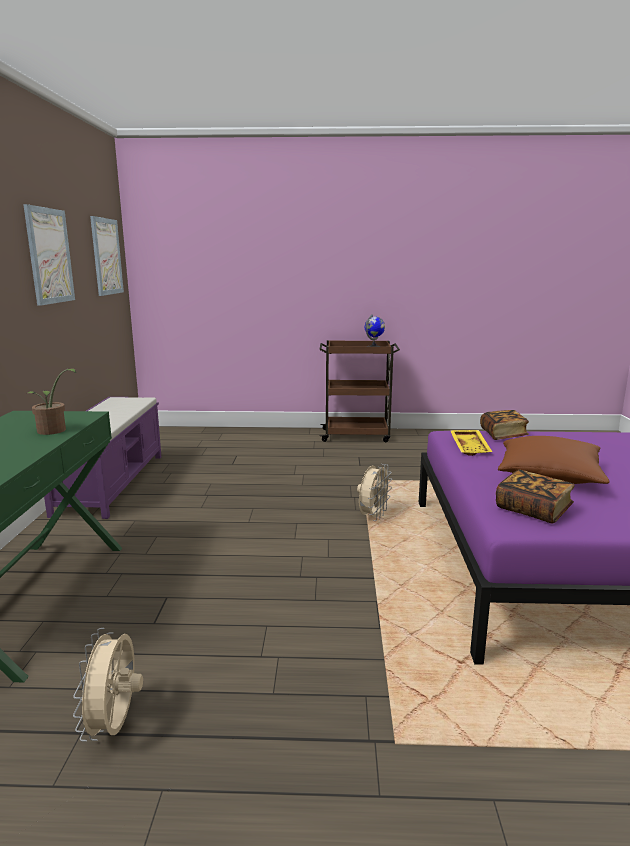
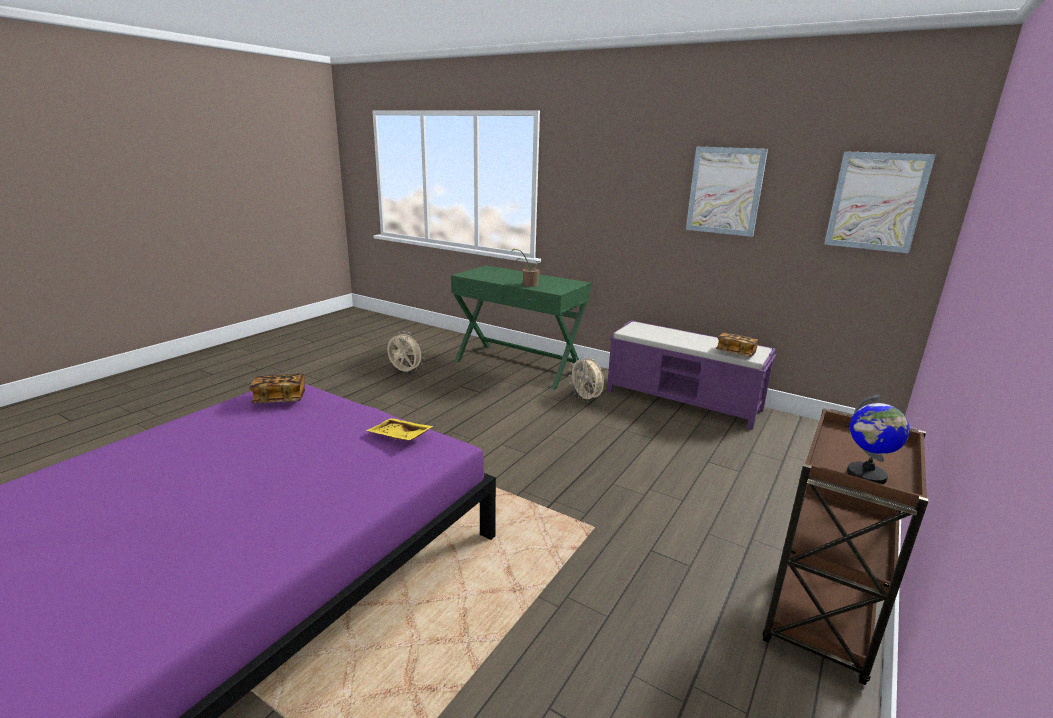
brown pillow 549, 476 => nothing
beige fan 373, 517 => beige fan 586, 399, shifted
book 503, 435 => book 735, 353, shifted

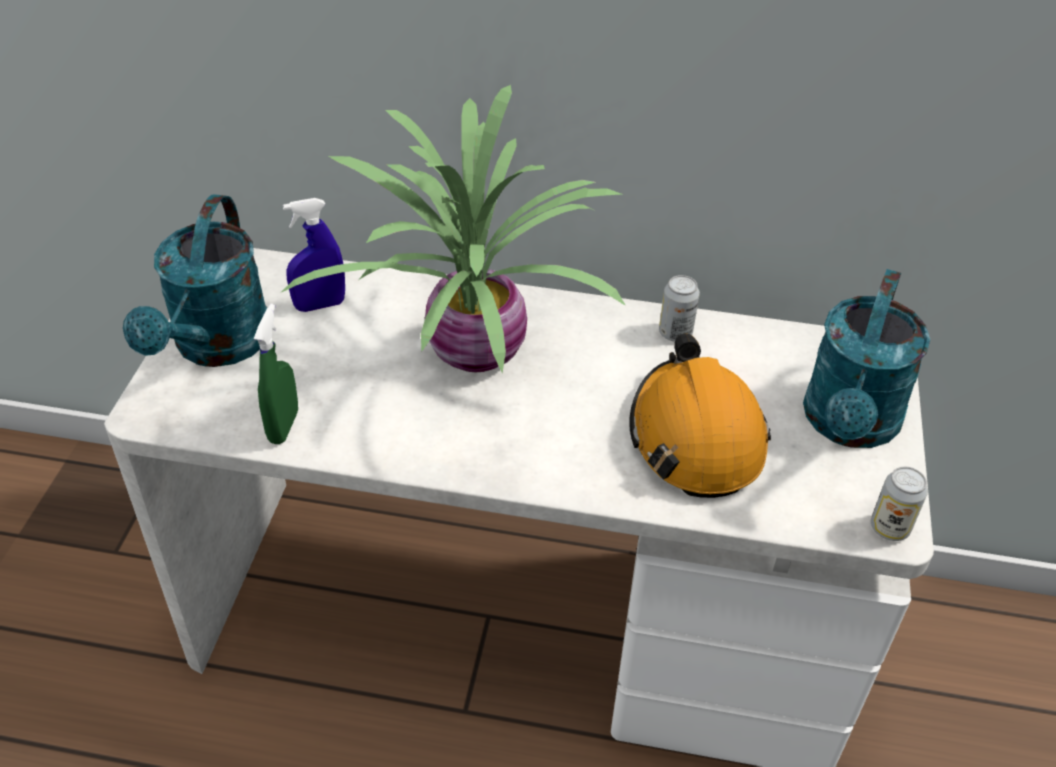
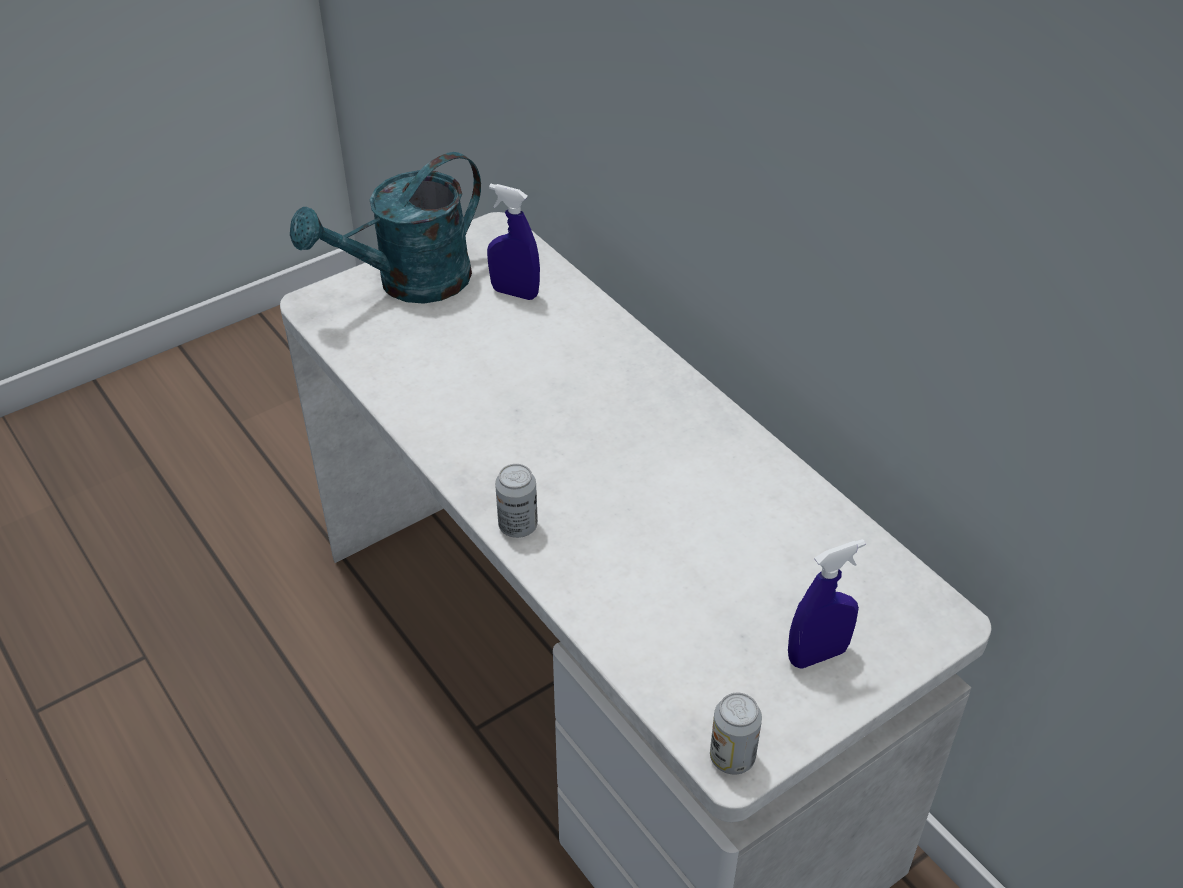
green spray bottle 283, 426 => nothing
potted plant 470, 351 => nothing
orange hard hat 696, 436 => nothing
can 675, 333 => can 518, 526, shifted
turquoise watering can 849, 425 => blue spray bottle 817, 655

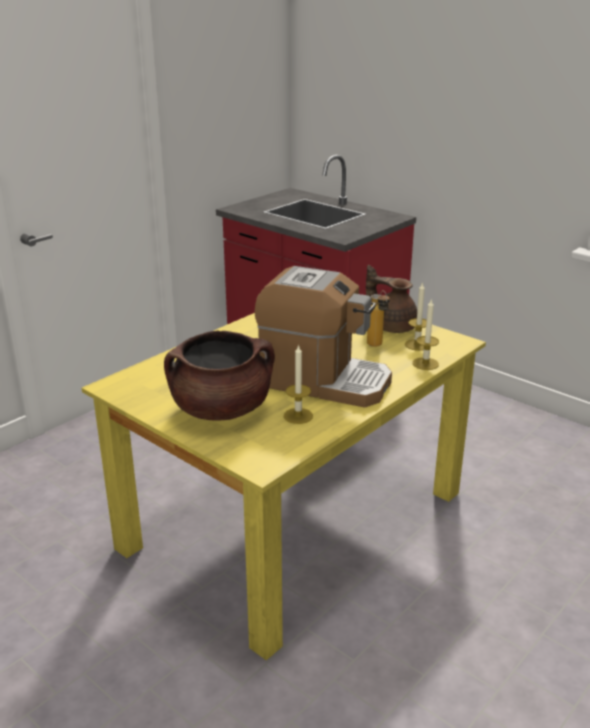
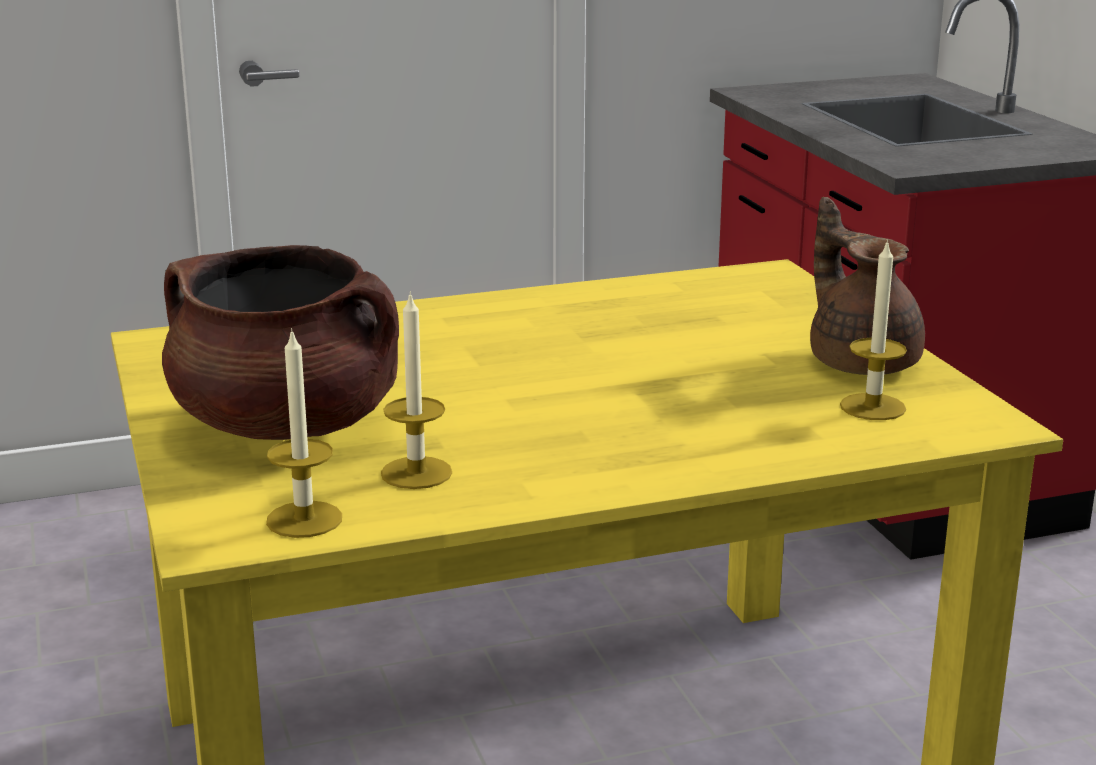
coffee machine 324, 381 => nothing
bottle 377, 346 => nothing
candle 425, 364 => candle 304, 519, shifted

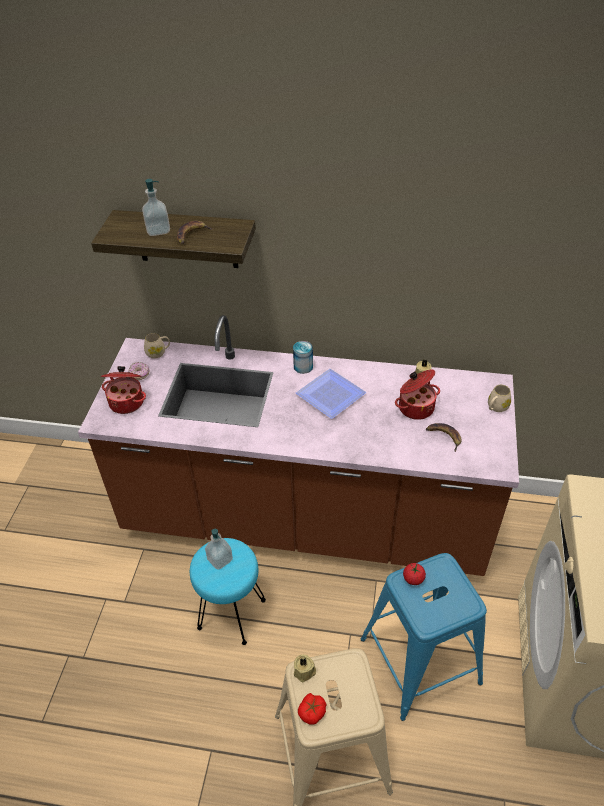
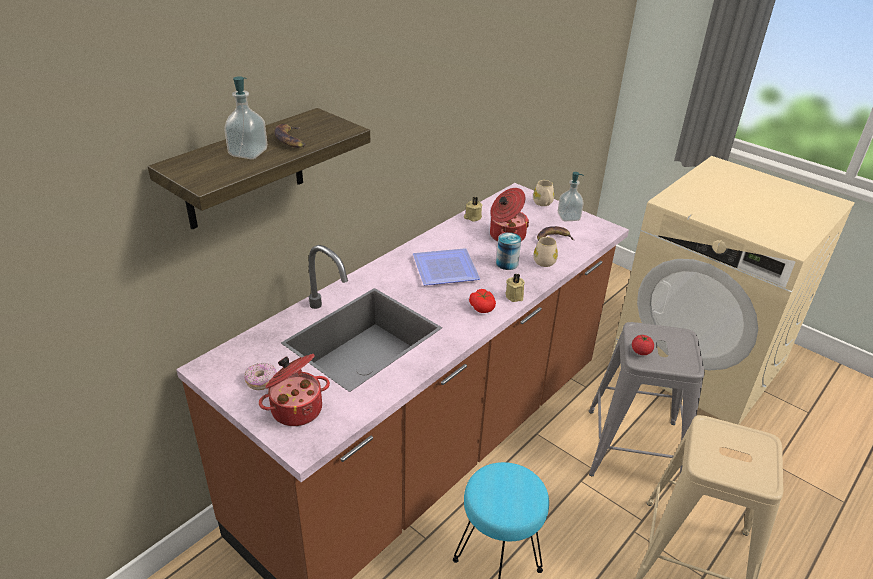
beige mug 158, 352 => beige mug 544, 260, shifted
soap dispenser 220, 559 => soap dispenser 568, 217, shifted
can 303, 366 => can 507, 263, shifted
beige candle 305, 672 => beige candle 515, 296, shifted
tomato 312, 712 => tomato 482, 307, shifted
blue stool 420, 660 => grey stool 633, 447

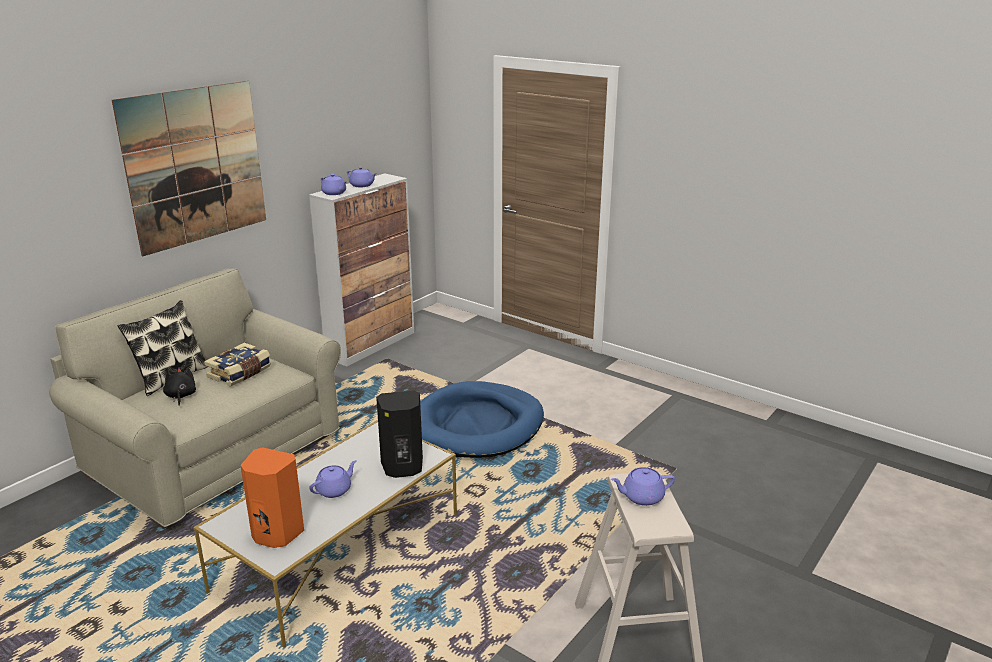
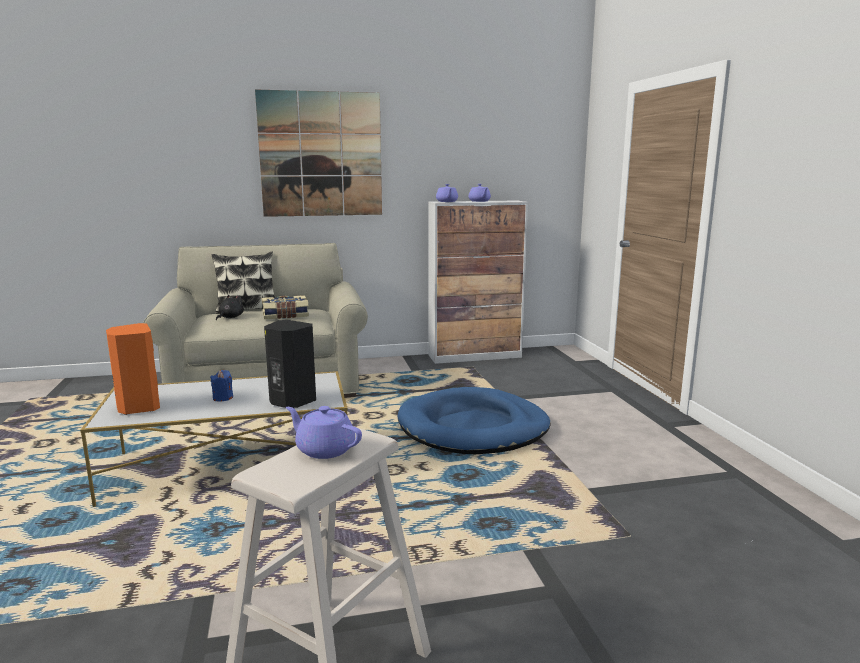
purple teapot 334, 490 => blue candle 223, 398

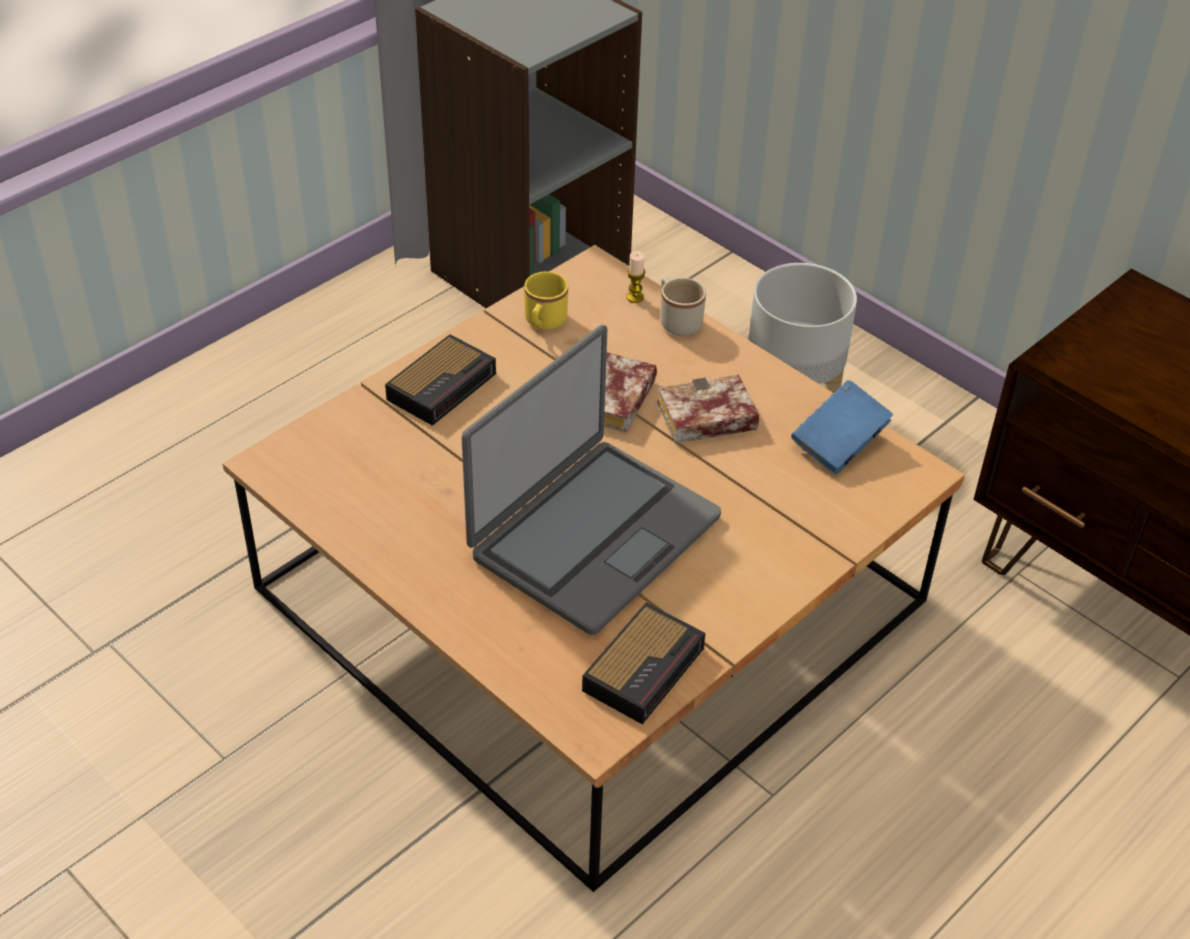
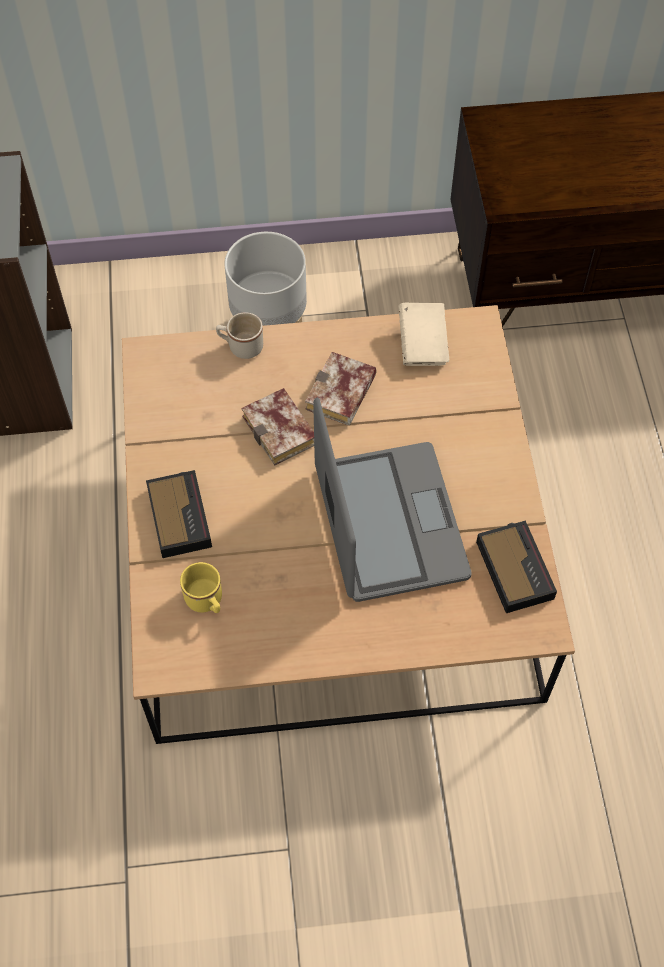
candle 635, 297 => nothing
yellow mug 543, 323 => yellow mug 206, 601, shifted
blue book 839, 444 => beige book 422, 344

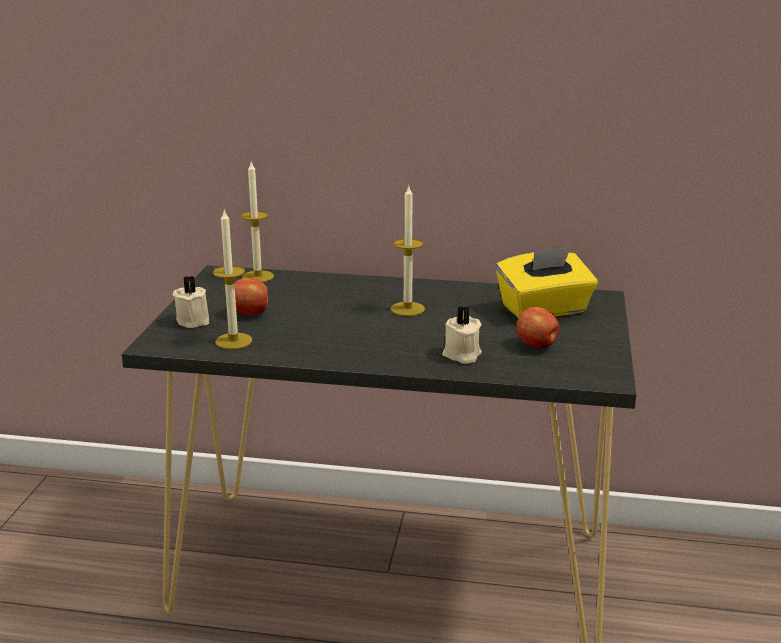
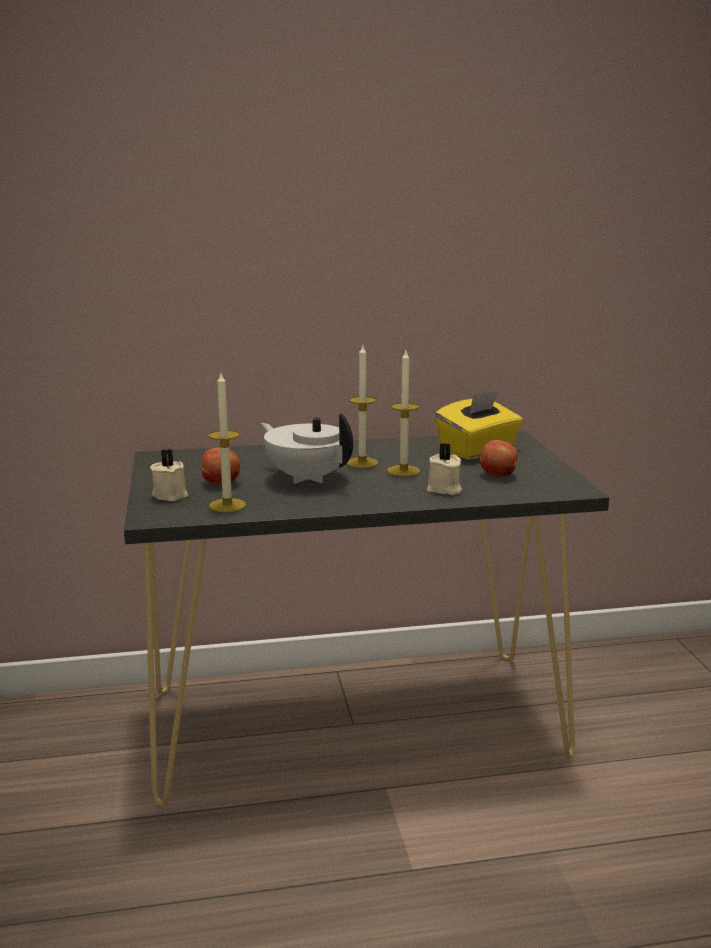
nothing => white teapot 307, 477
candle 258, 276 => candle 403, 471, shifted

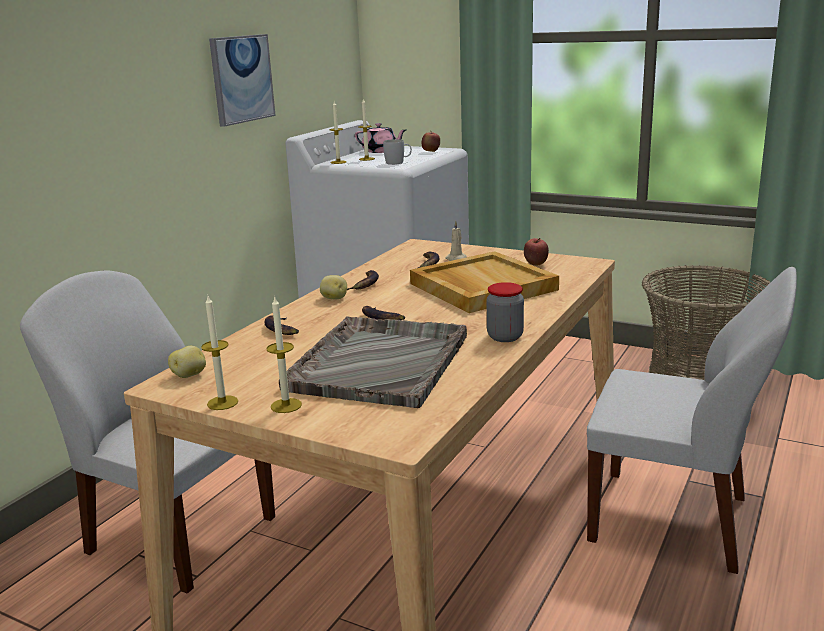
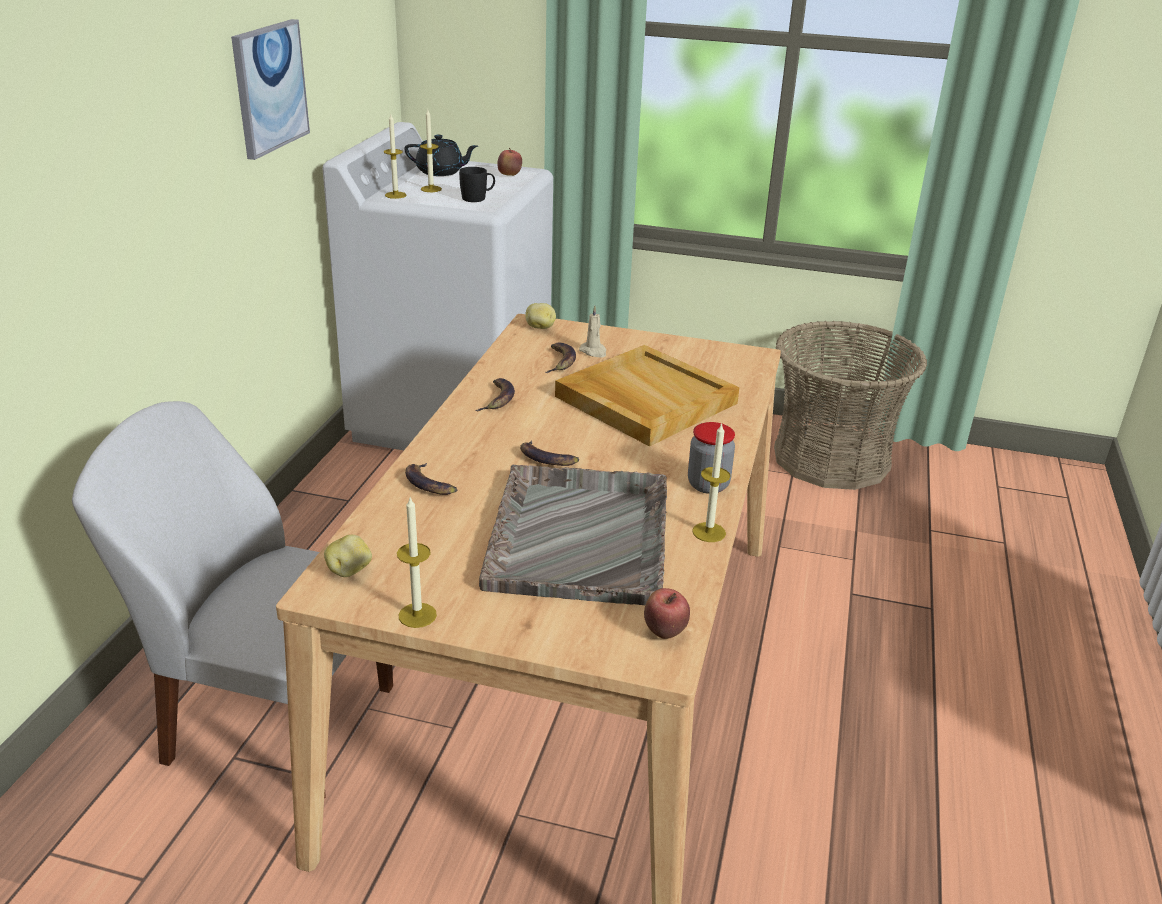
white chair 674, 521 => nothing
candle 286, 405 => candle 709, 532, shifted
potato 334, 298 => potato 540, 327, shifted
apple 535, 264 => apple 664, 632, shifted
pink teapot 380, 151 => black teapot 441, 172
white mug 398, 162 => black mug 478, 198

